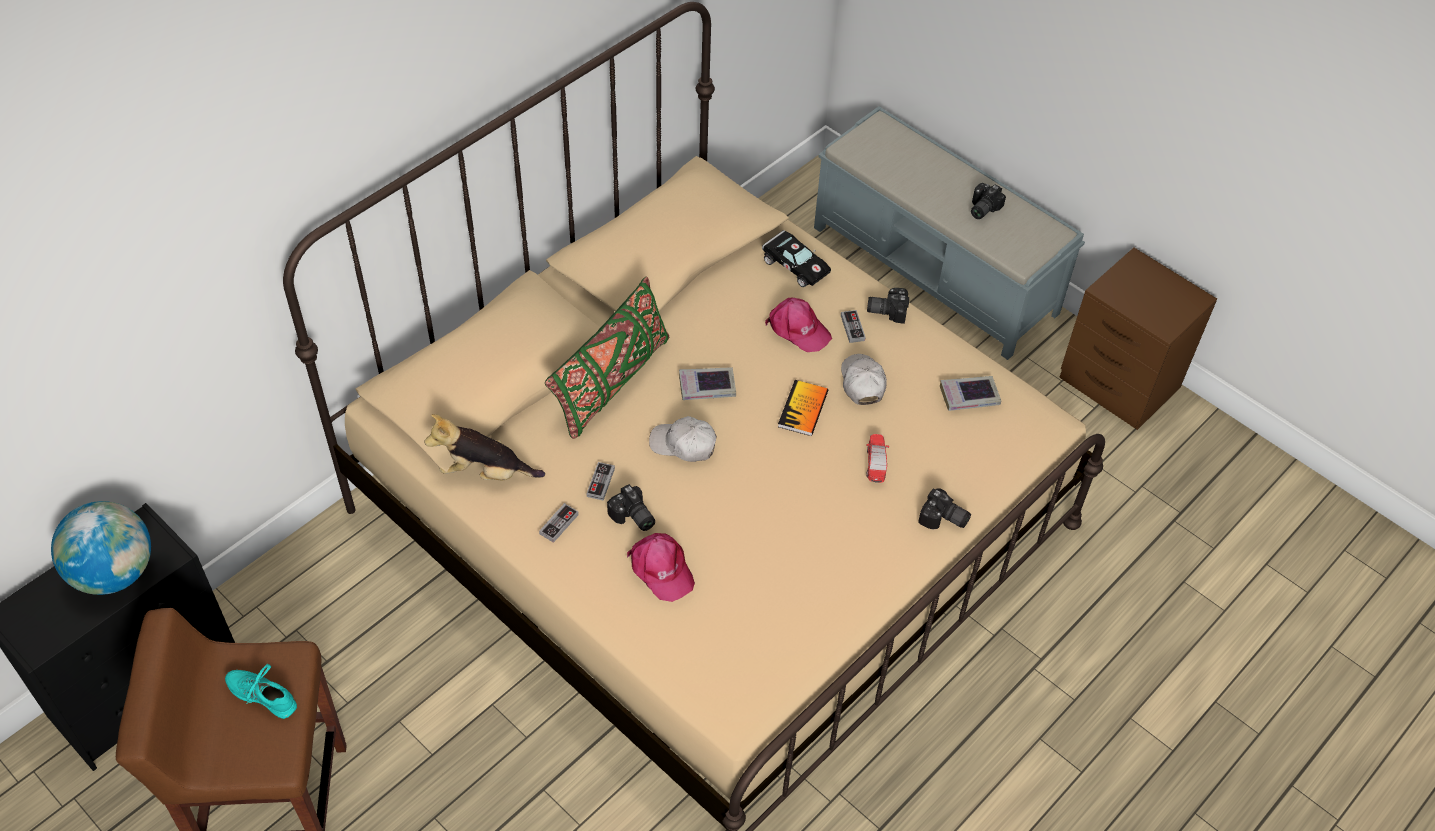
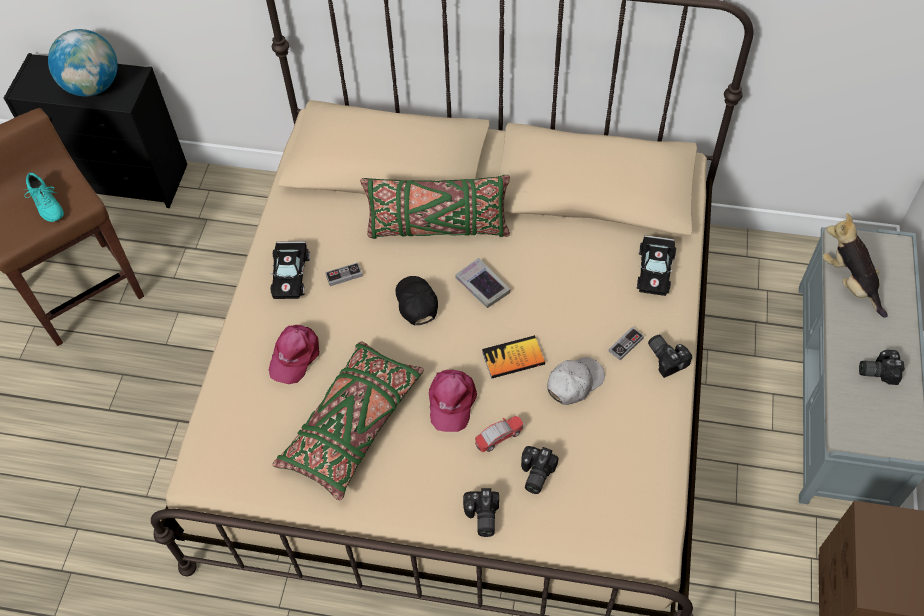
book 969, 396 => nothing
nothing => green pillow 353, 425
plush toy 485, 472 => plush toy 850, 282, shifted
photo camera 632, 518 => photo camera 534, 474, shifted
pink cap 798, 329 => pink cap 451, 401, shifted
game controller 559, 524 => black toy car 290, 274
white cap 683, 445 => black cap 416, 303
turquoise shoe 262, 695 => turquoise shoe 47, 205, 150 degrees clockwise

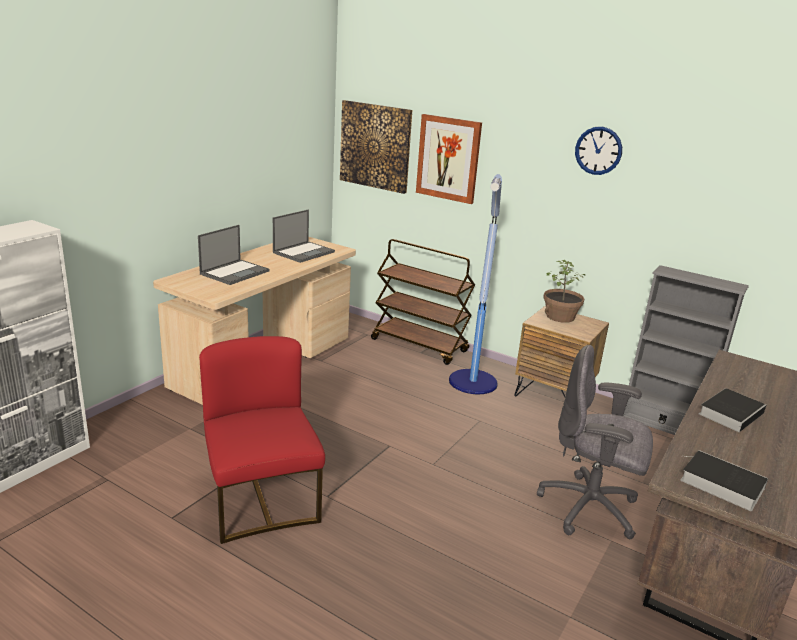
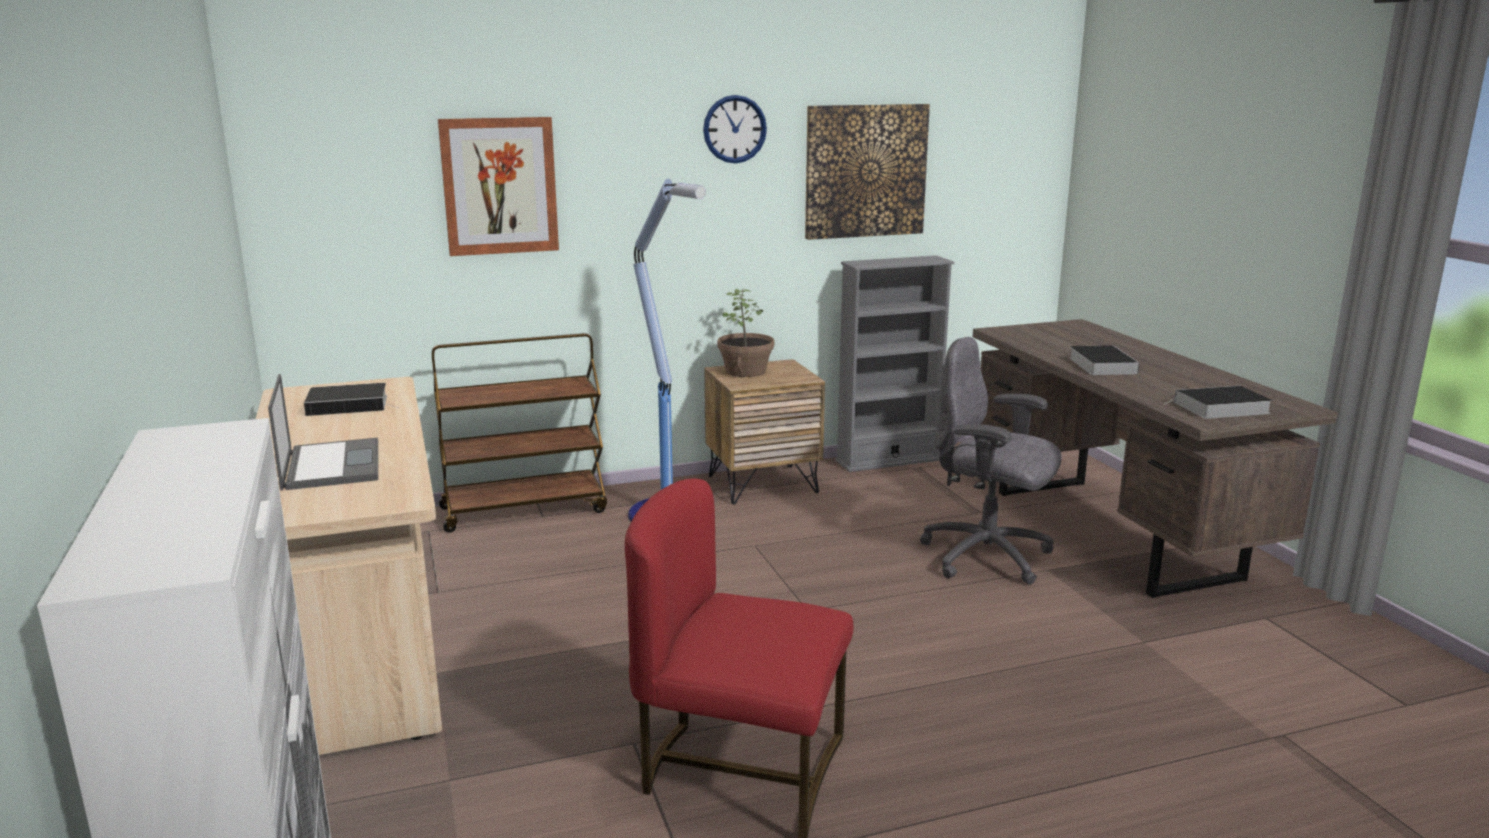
picture 375, 146 => picture 865, 171, shifted
laptop 304, 252 => book 350, 405
grey office chair 590, 509 => grey office chair 988, 557, 60 degrees clockwise

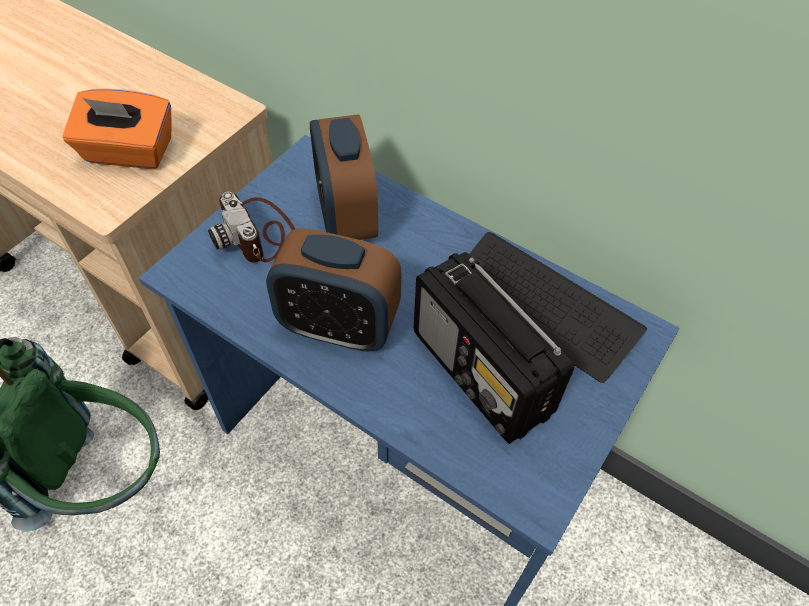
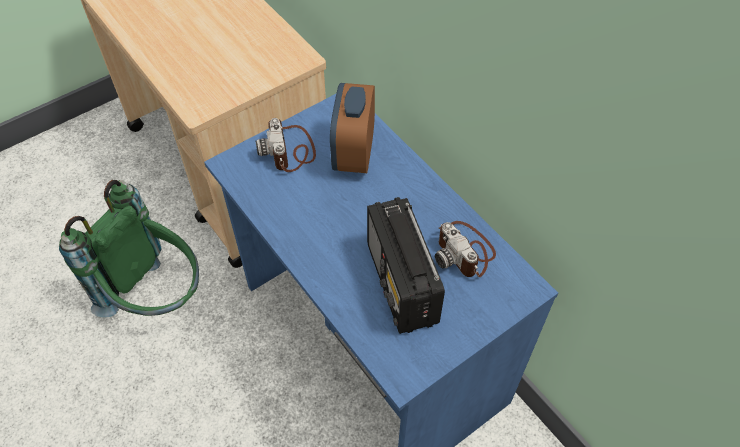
orange tissue box 129, 152 => nothing
alarm clock 339, 326 => nothing
keyboard 543, 307 => photo camera 465, 251

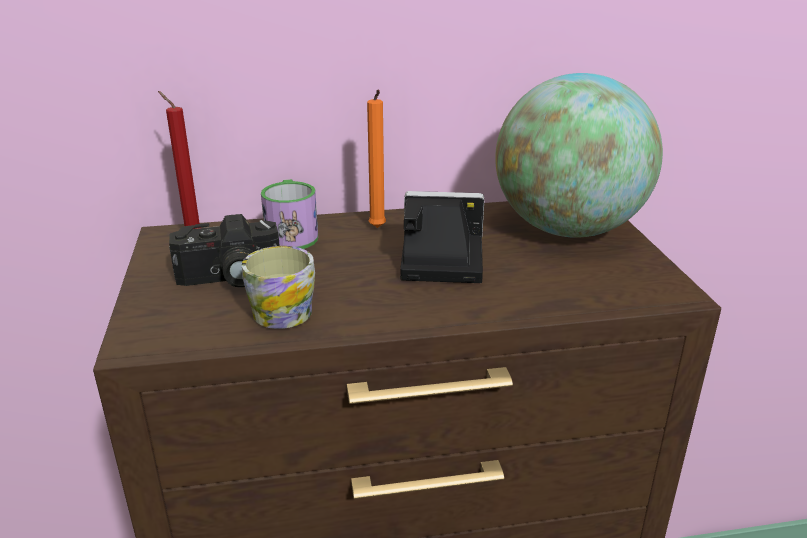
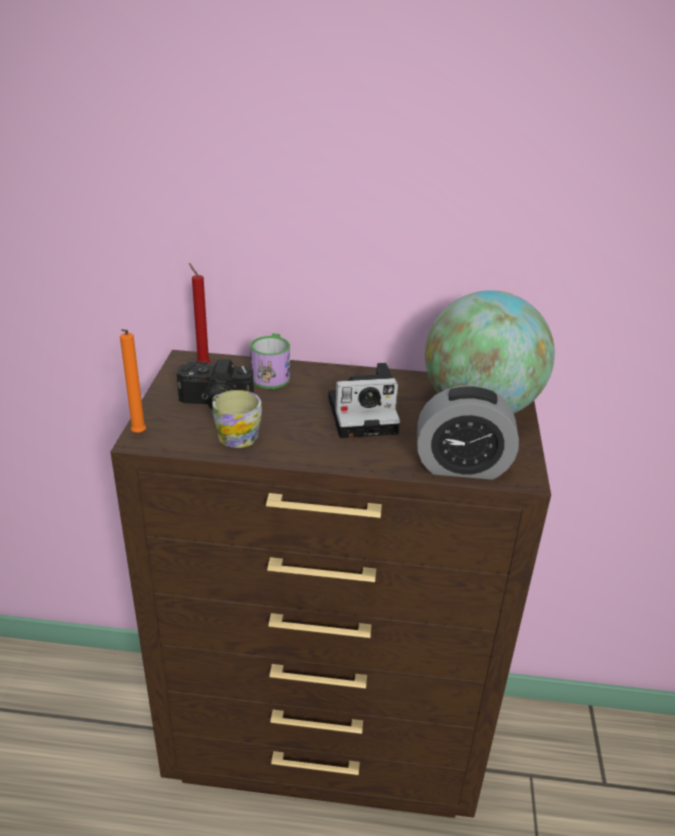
nothing => alarm clock 462, 466
orange candle 377, 229 => orange candle 138, 435, shifted
photo camera 437, 259 => photo camera 365, 414, 150 degrees clockwise

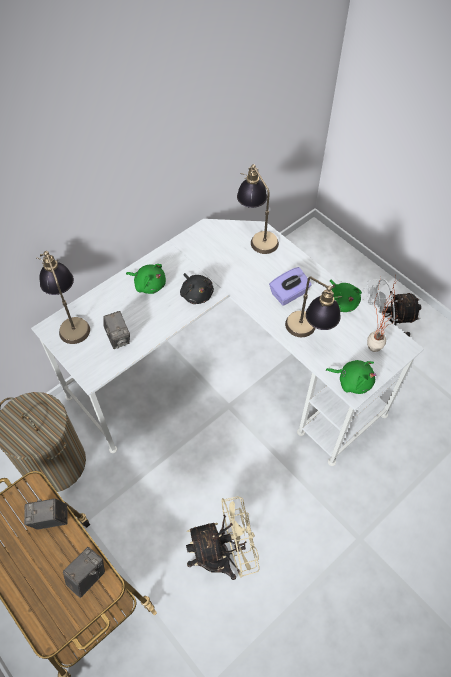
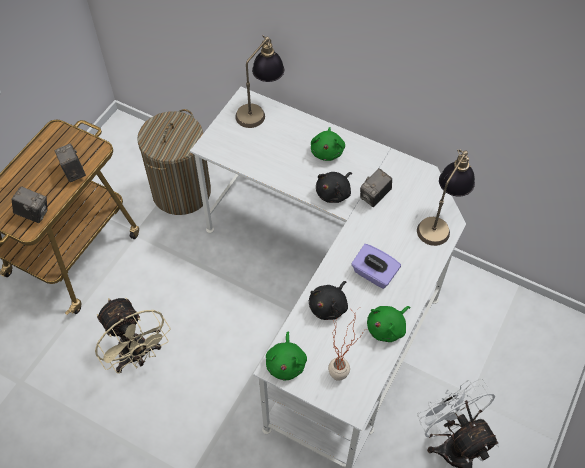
photo camera 118, 338 => photo camera 374, 197, shifted
table lamp 308, 334 => black plush toy 329, 306

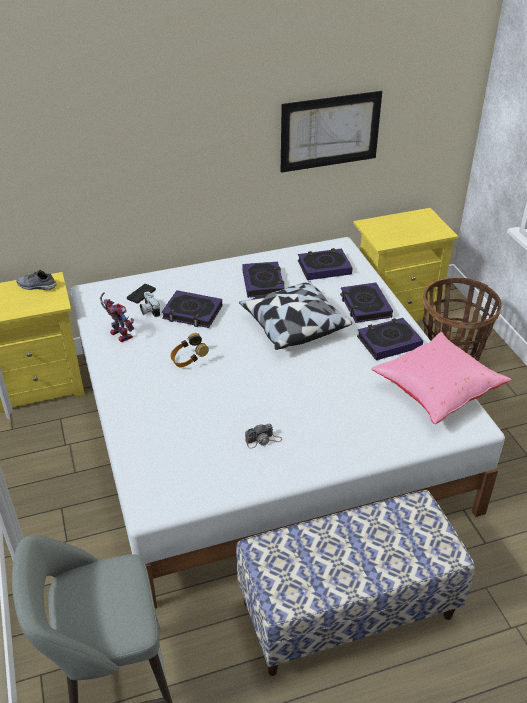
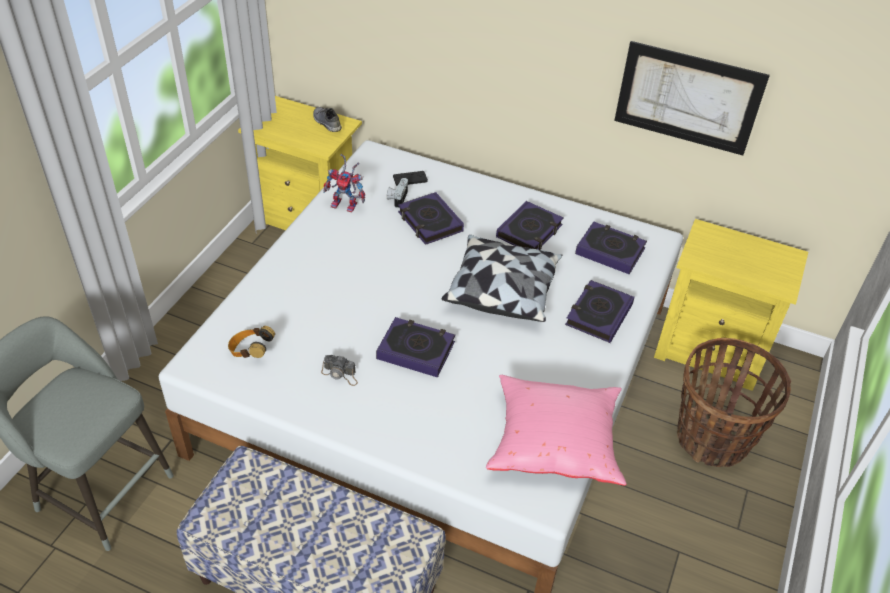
headphones 188, 360 => headphones 251, 351, shifted
book 389, 342 => book 416, 350, shifted
toy robot 118, 335 => toy robot 347, 205, 105 degrees clockwise

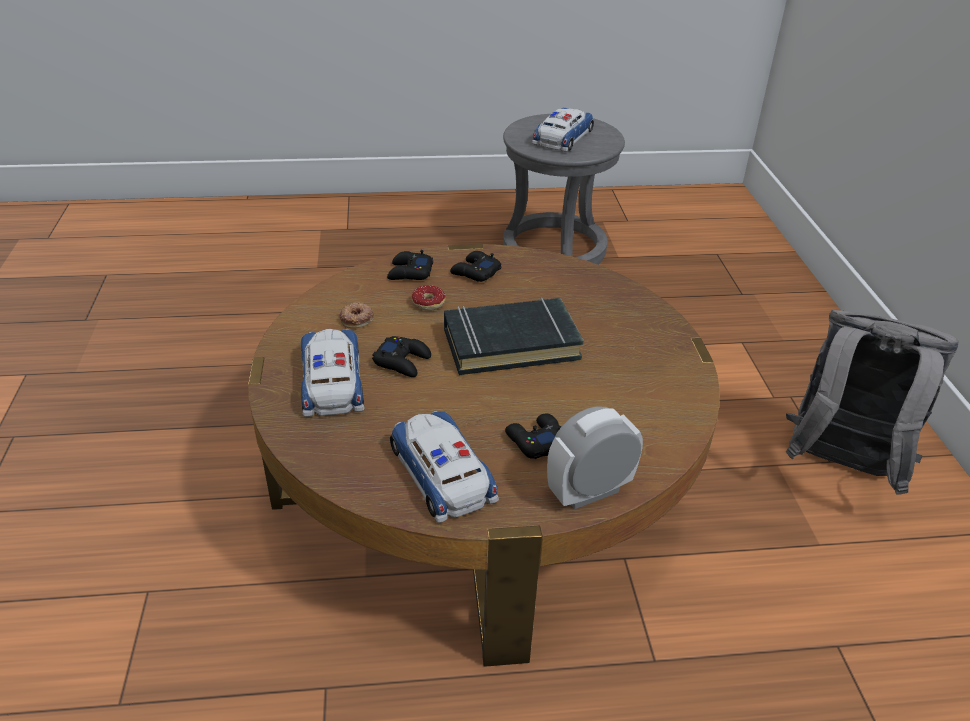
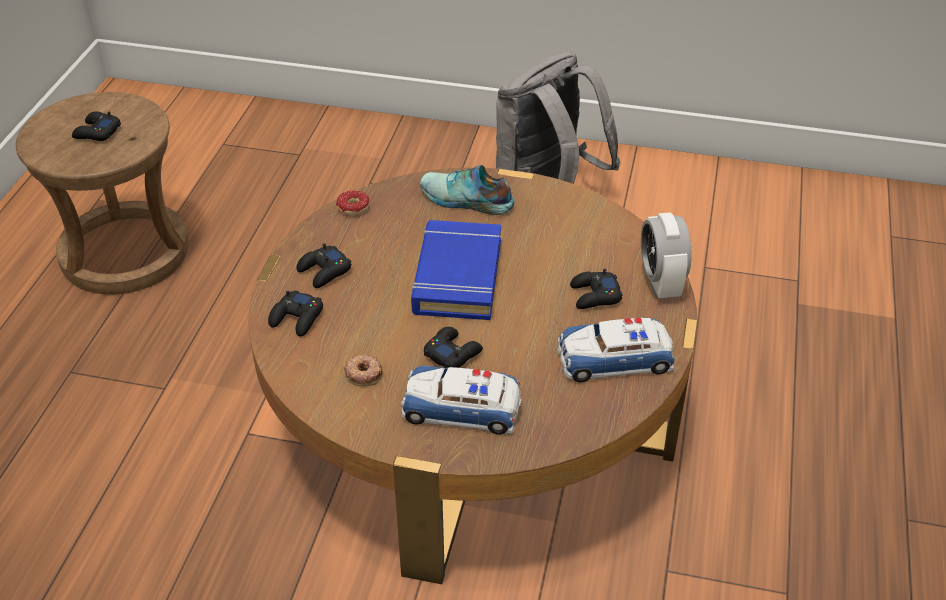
nothing => shoe 466, 200
donut 423, 305 => donut 354, 211, shifted
toy car 563, 137 => black game controller 97, 132
black book 510, 343 => blue book 457, 277
grey stool 553, 248 => brown stool 124, 253

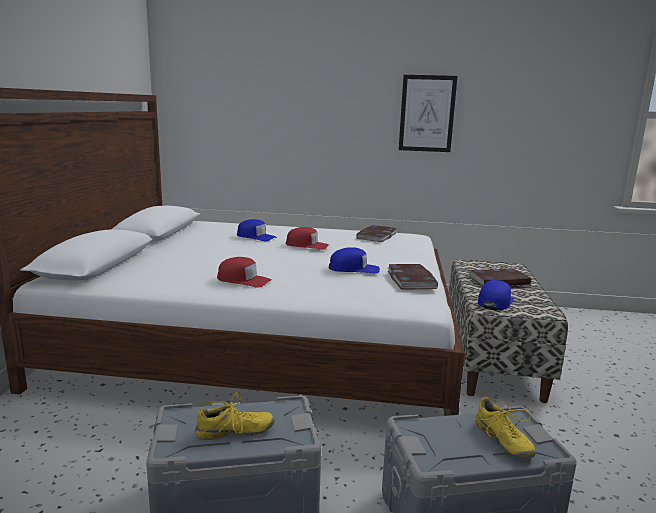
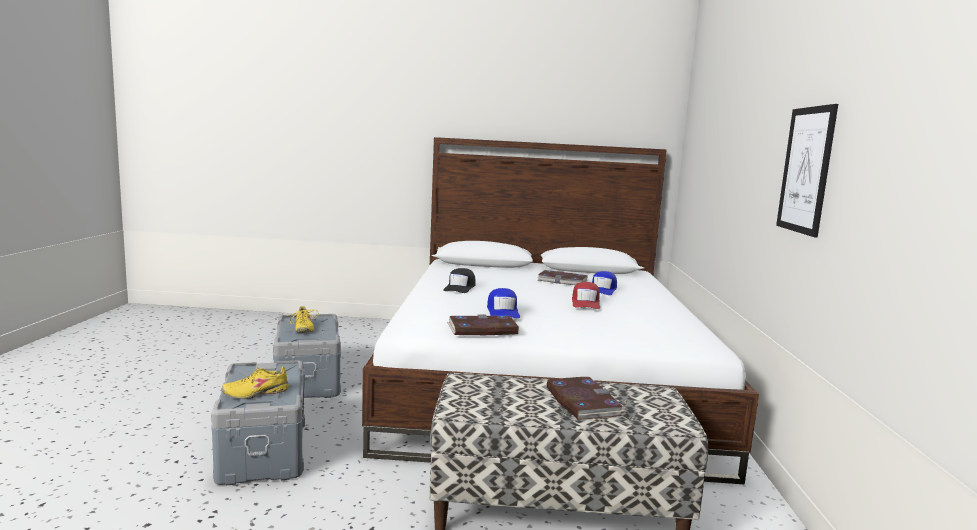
blue cap 495, 302 => nothing
book 376, 236 => book 562, 280, shifted
red cap 243, 280 => black cap 460, 287

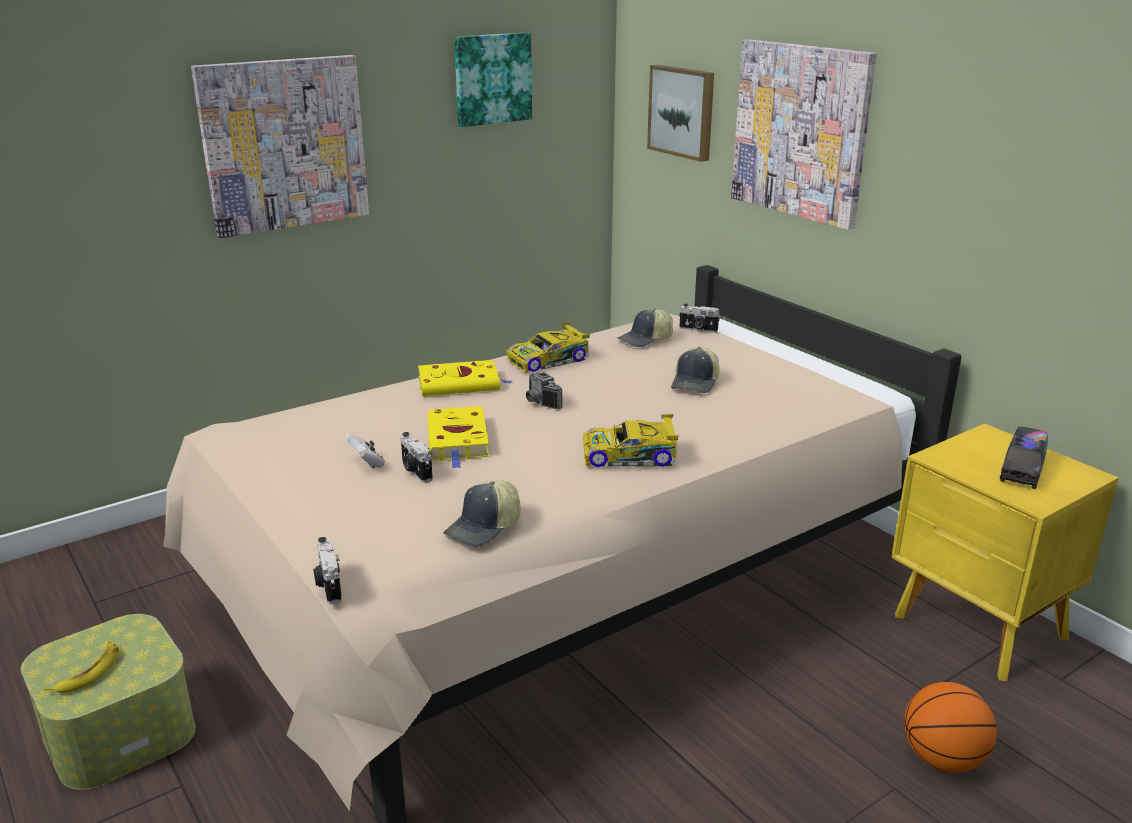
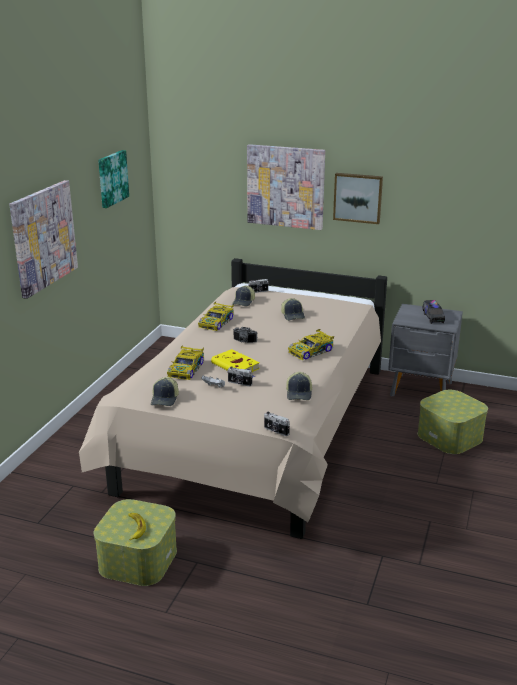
yellow book 461, 384 => nothing
nothing => cap 165, 399
nothing => toy car 186, 369
picture 683, 112 => picture 358, 197, shifted
basketball 942, 759 => storage box 450, 436
yellow nightstand 980, 629 => grey nightstand 422, 390

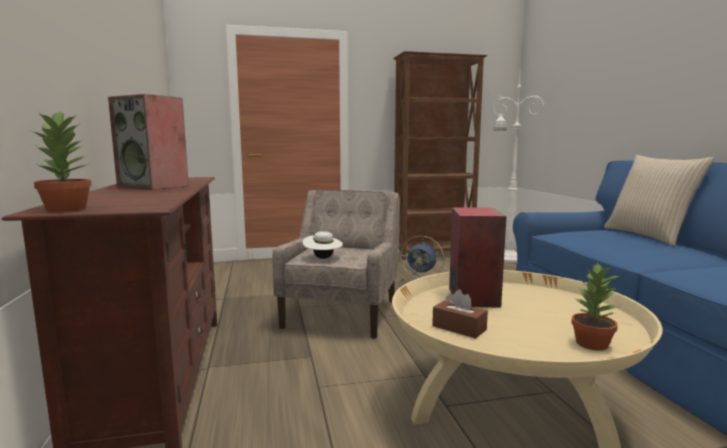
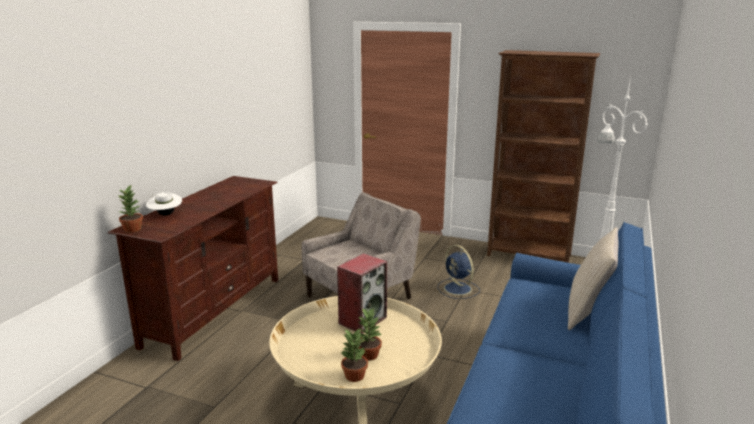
speaker 154, 186 => nothing
brown tissue box 459, 328 => nothing
nothing => potted plant 369, 355
white hat 323, 258 => white hat 165, 214, shifted

